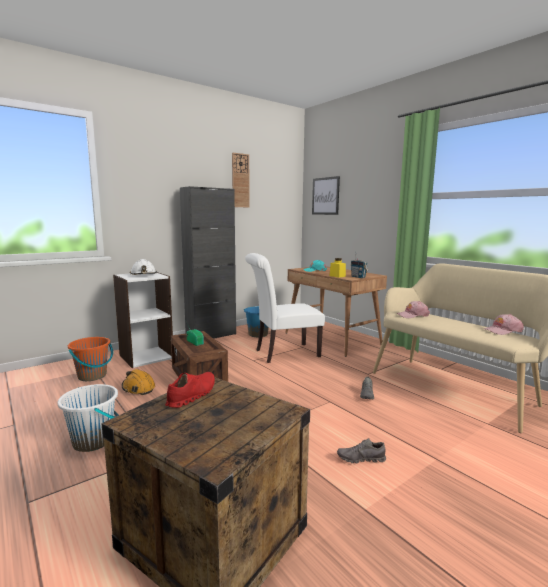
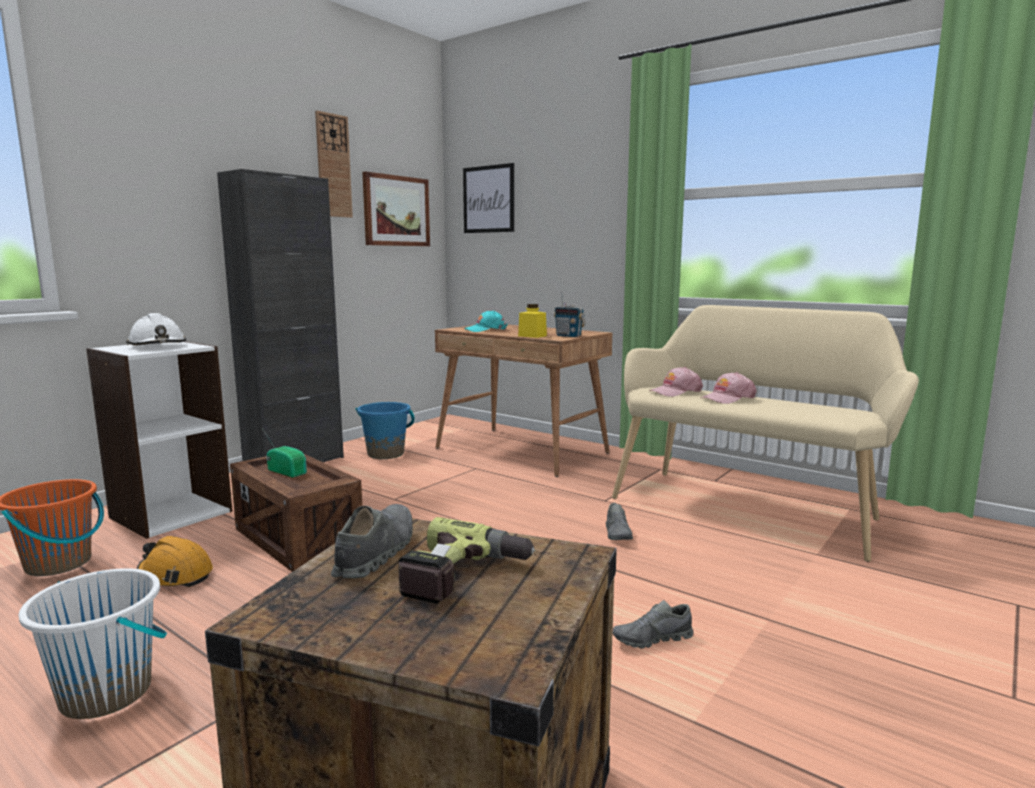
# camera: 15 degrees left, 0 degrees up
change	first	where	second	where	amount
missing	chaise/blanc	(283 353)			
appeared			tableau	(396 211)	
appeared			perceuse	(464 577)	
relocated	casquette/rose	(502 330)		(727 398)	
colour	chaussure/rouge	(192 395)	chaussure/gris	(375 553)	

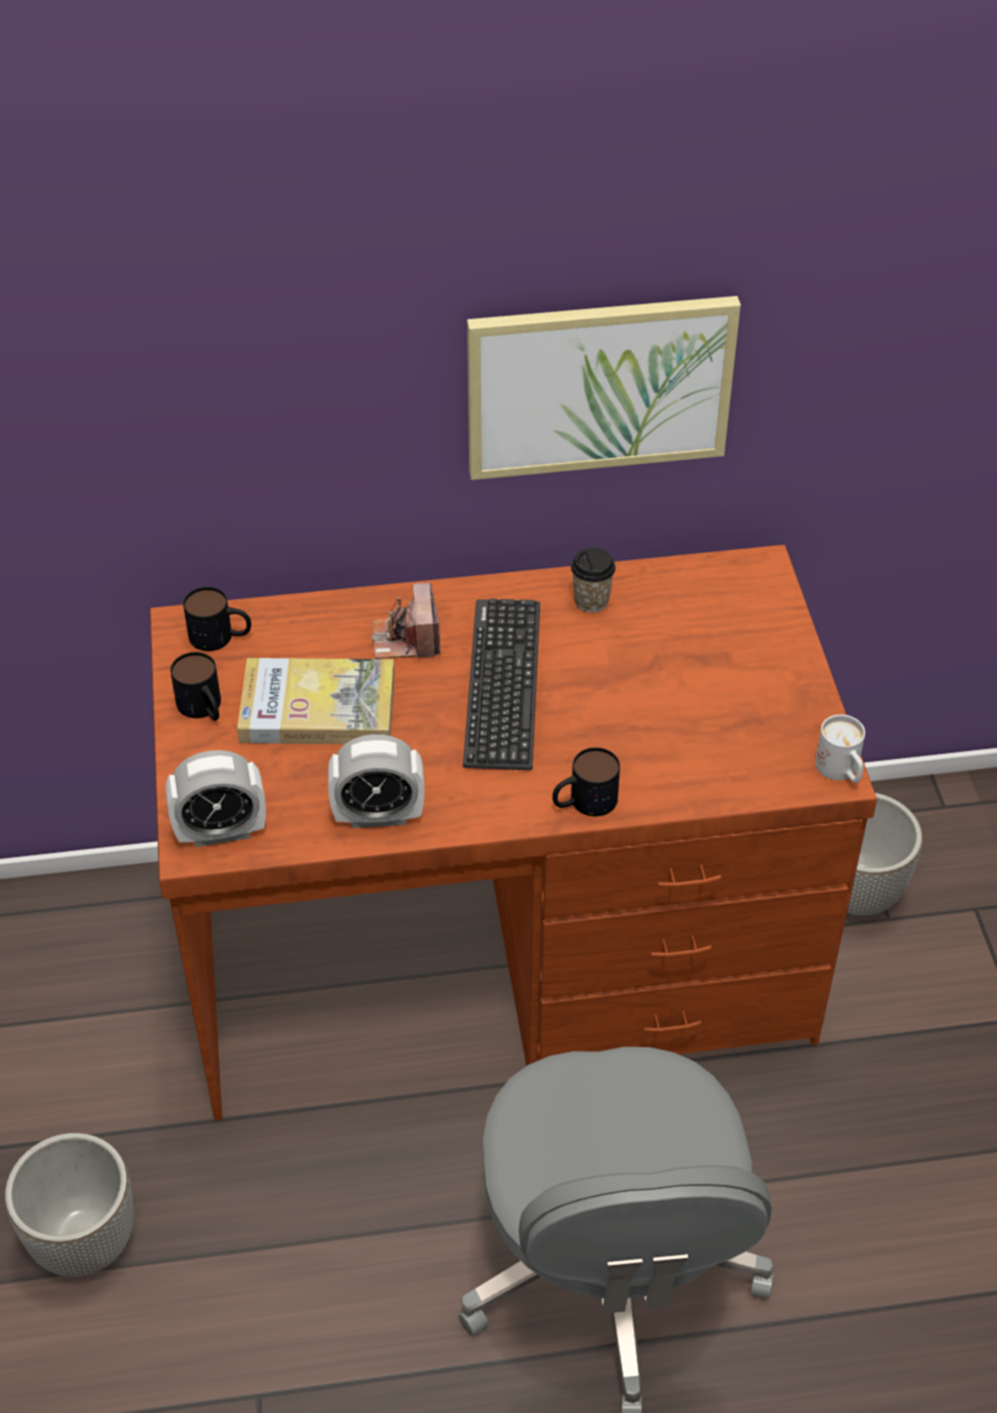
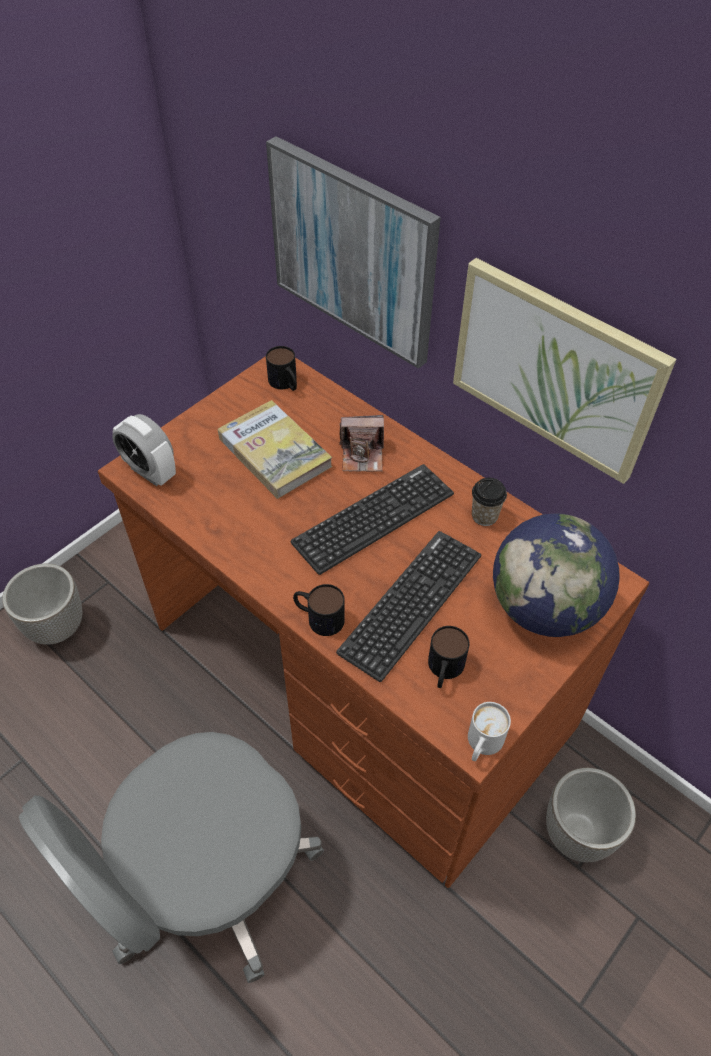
# camera: 50 degrees right, 5 degrees up
change	first	where	second	where	amount
missing	réveil	(378 815)			
appeared			tableau	(353 252)	
appeared			clavier	(411 603)	
appeared			globe	(544 608)	
relocated	mug	(204 709)		(444 670)	
spun	appareil photo	(406 639)		(362 455)	135 degrees counterclockwise

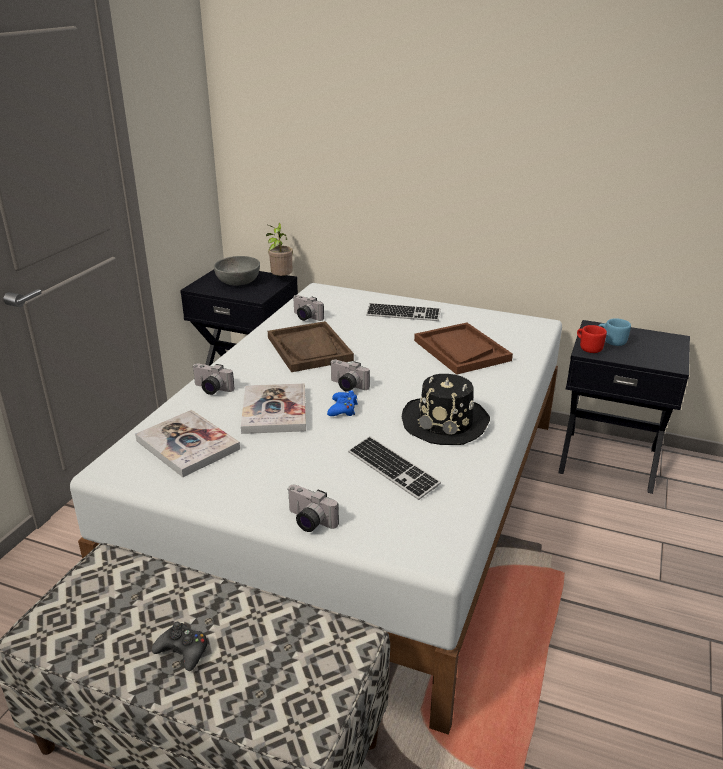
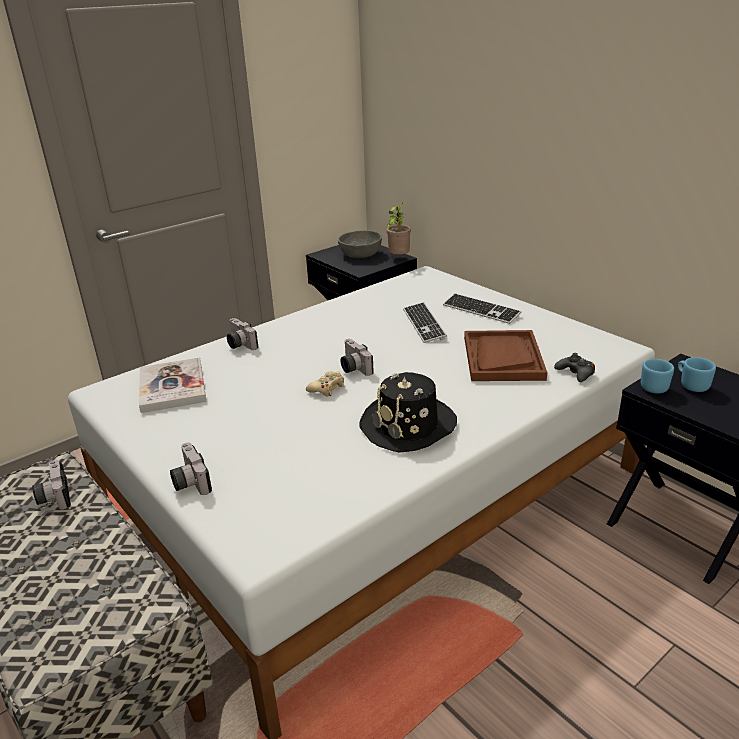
# camera: 30 degrees right, 0 degrees up
change	first	where	second	where	amount
missing	livre	(274 411)			
missing	plateau/marron	(309 349)			
relocated	manette/noir	(183 651)		(575 373)	
relocated	appareil photo	(305 317)		(53 496)	
relocated	clavier	(392 469)		(424 324)	
colour	manette/bleu	(343 409)	manette/beige	(327 388)	
colour	mug/rouge	(588 348)	mug/bleu	(652 386)	

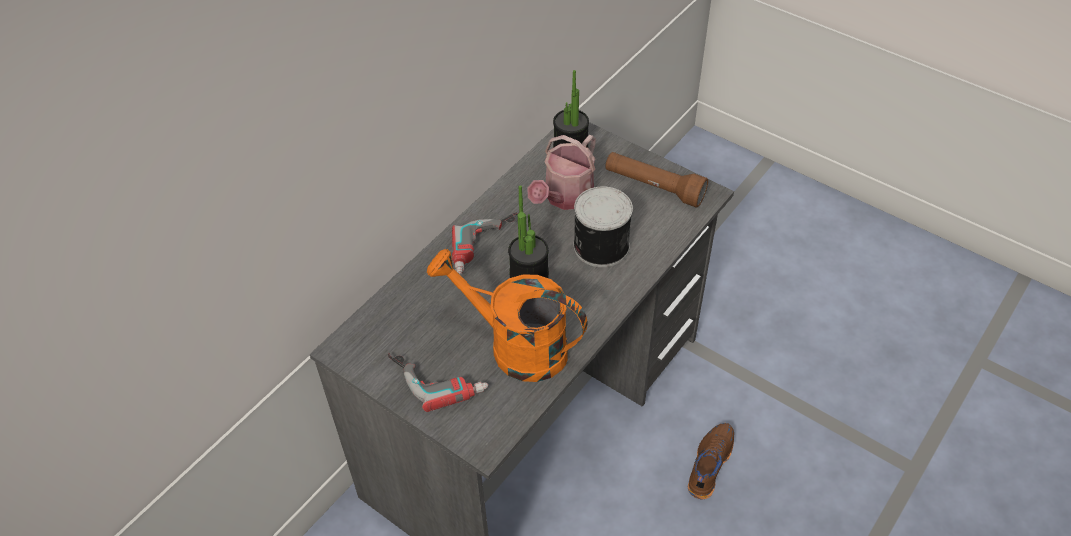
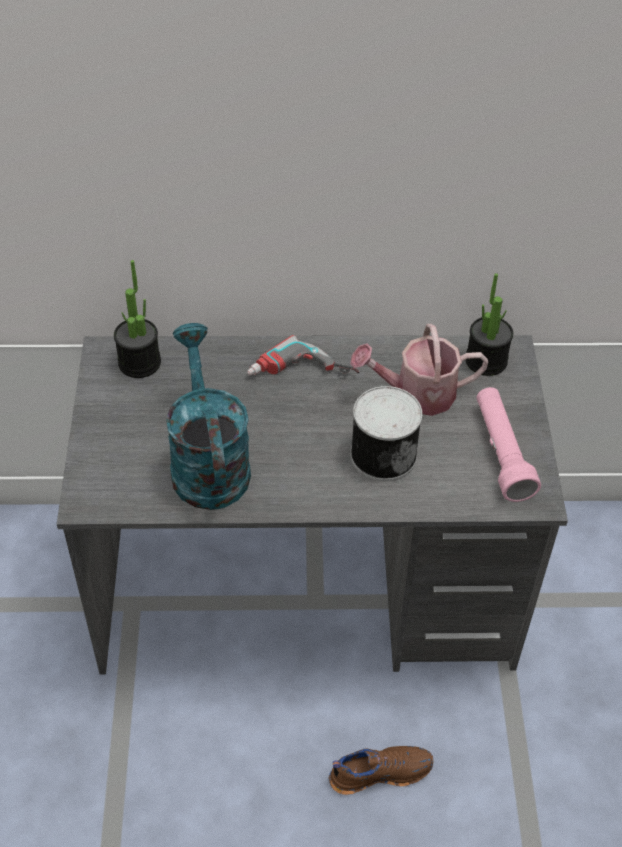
# camera: 50 degrees right, 0 degrees up
change	first	where	second	where	amount
missing	perceuse	(438 376)			
relocated	plante en pot	(529 275)		(139 363)	
colour	arrosoir/orange	(515 346)	arrosoir/turquoise	(207 461)	
colour	lampe de poche/marron	(653 187)	lampe de poche/rose	(501 452)	

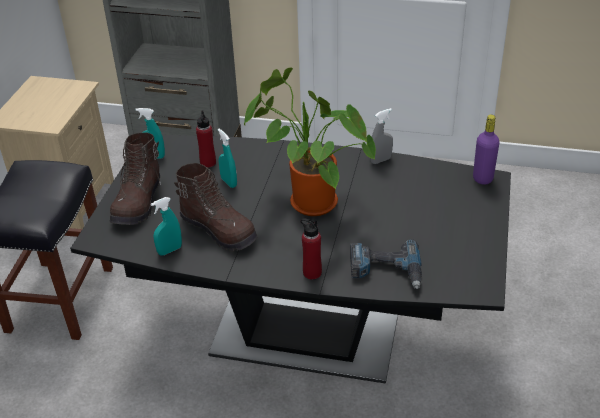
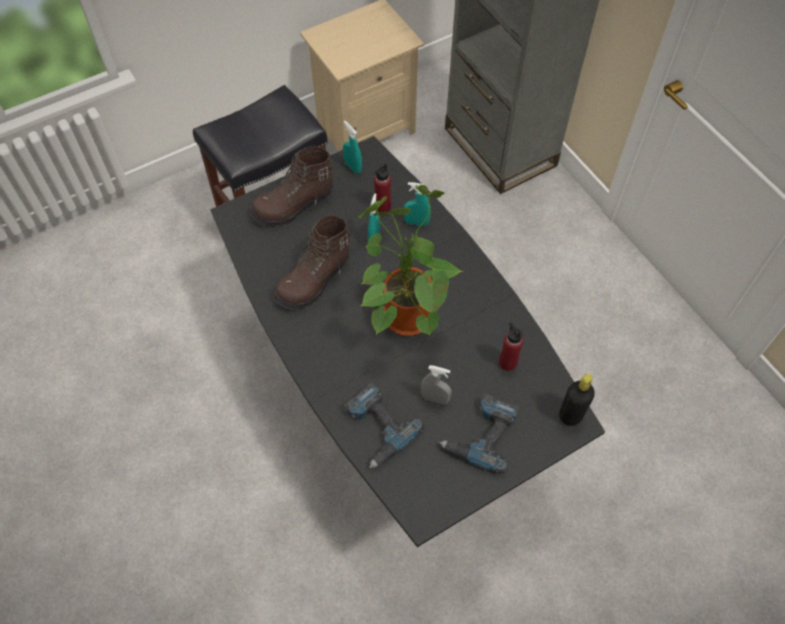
# camera: 45 degrees right, 20 degrees up
change	first	where	second	where	amount
appeared			perceuse	(482 434)	
relocated	vaporisateur/turquoise	(170 250)		(416 222)	
relocated	bouteille/rouge	(312 273)		(507 362)	
relocated	vaporisateur/gris	(380 160)		(435 399)	
colour	bouteille/violet	(482 178)	bouteille/noir	(570 415)	
spun	botte/marron	(219 230)		(315 280)	45 degrees clockwise

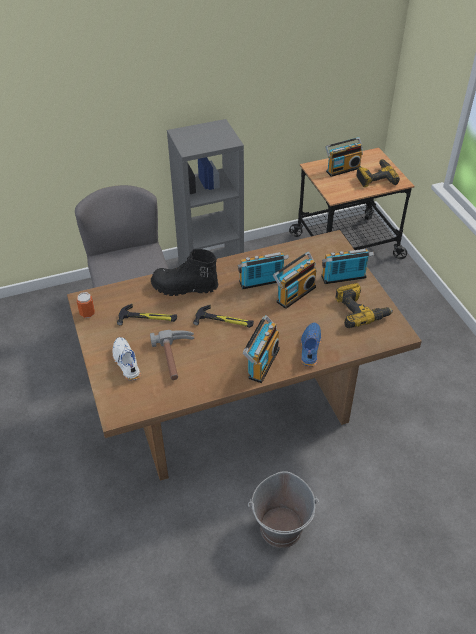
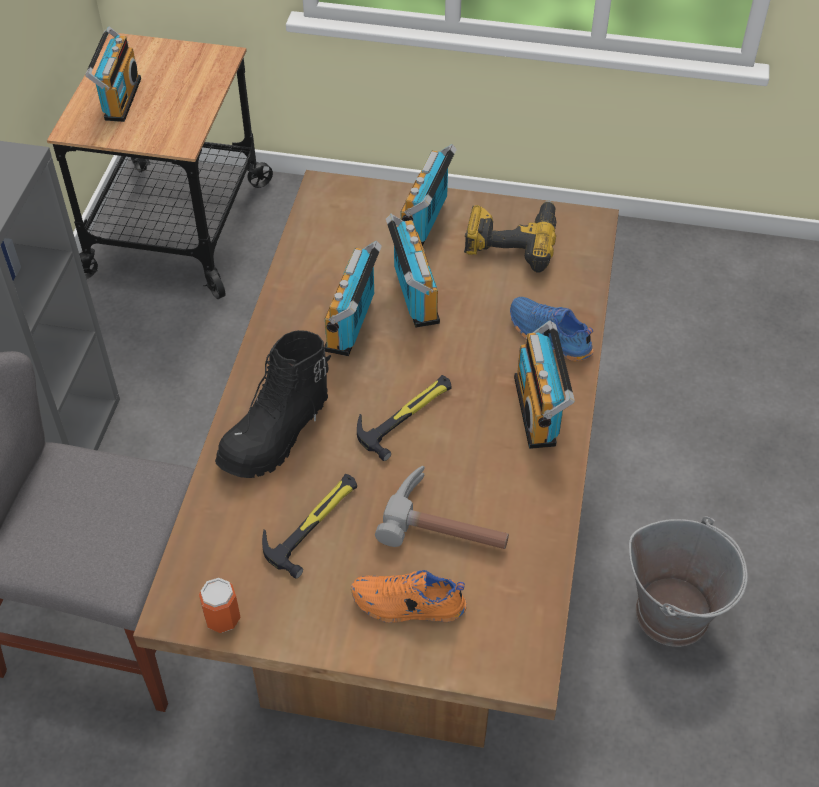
# camera: 60 degrees left, 5 degrees up
change	first	where	second	where	amount
missing	perceuse	(375 178)			
colour	chaussure/blanc	(125 363)	chaussure/orange	(408 606)	
spun	radio	(261 363)		(539 410)	150 degrees counterclockwise

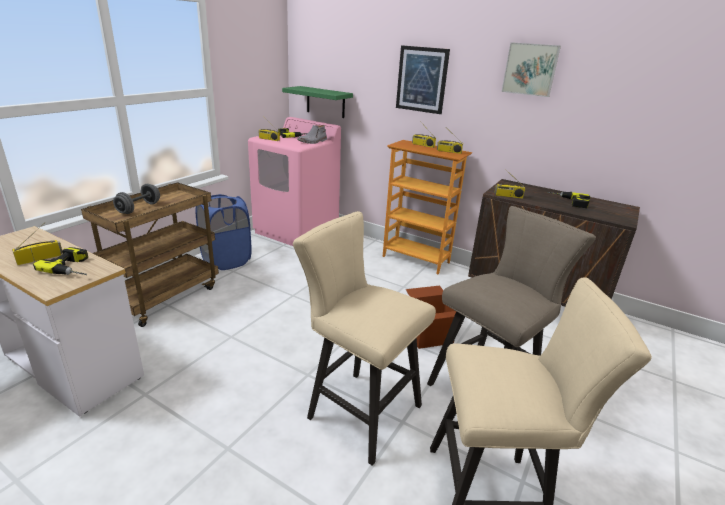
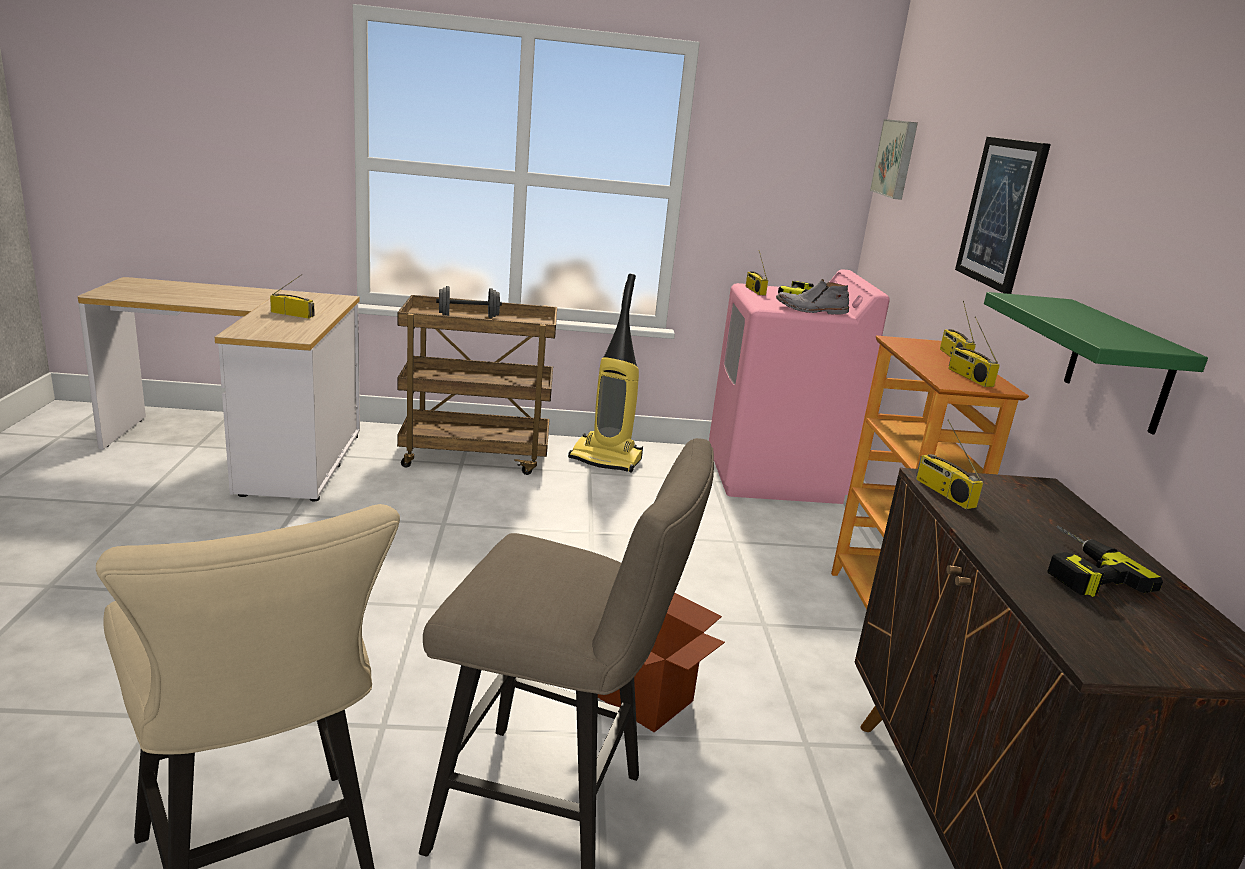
# camera: 55 degrees right, 5 degrees down
change	first	where	second	where	amount
missing	perceuse	(74 267)			
missing	tabouret/beige	(357 409)			
relocated	étagère/vert	(325 102)		(1119 366)	
relocated	tableau	(530 69)		(896 158)	
exchanged	panier à linge/bleu	(226 260)	aspirateur	(606 459)	

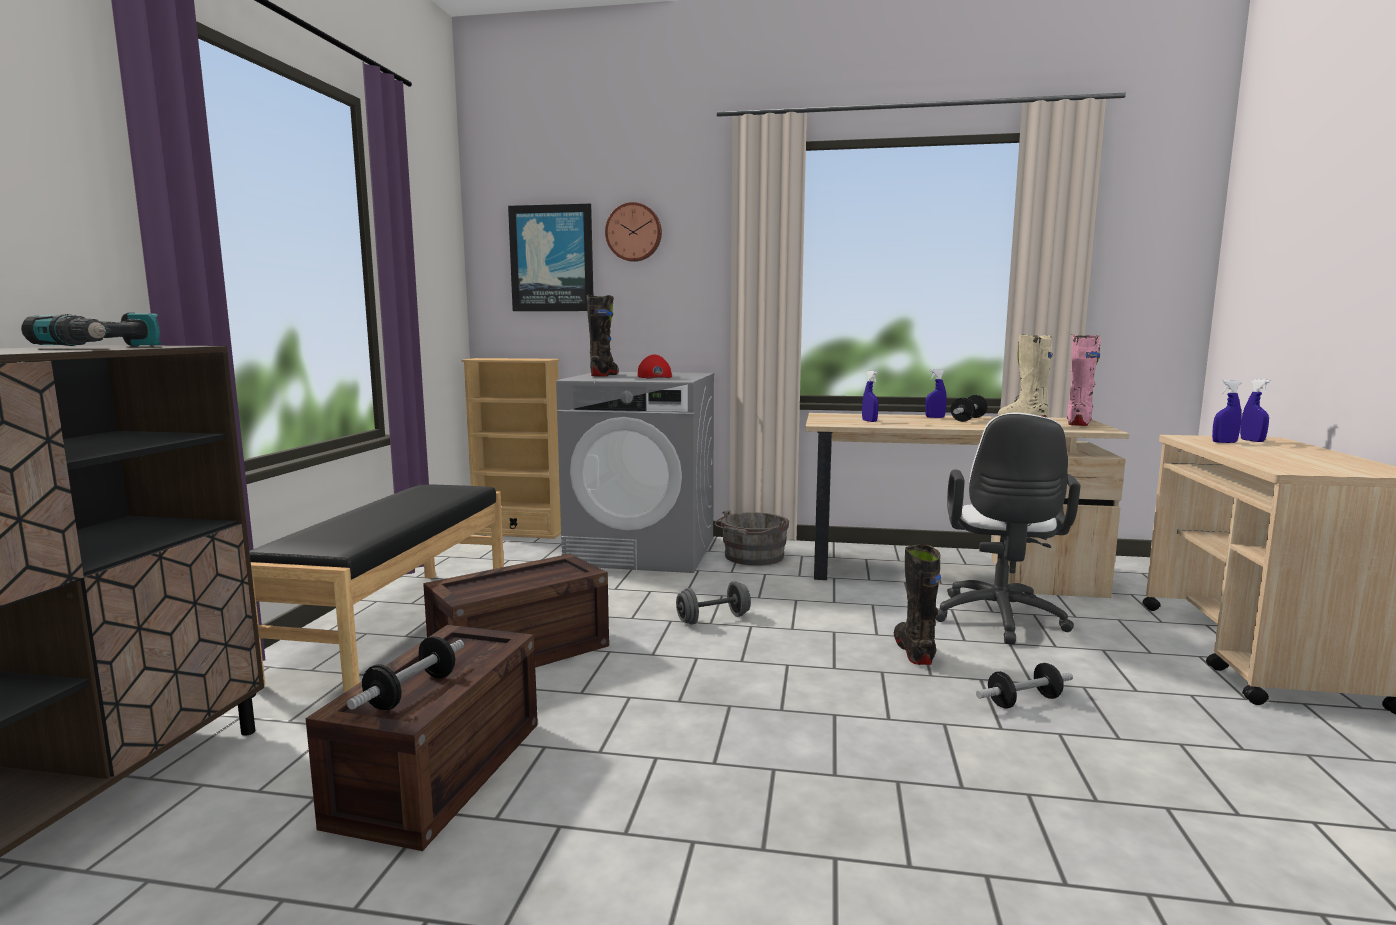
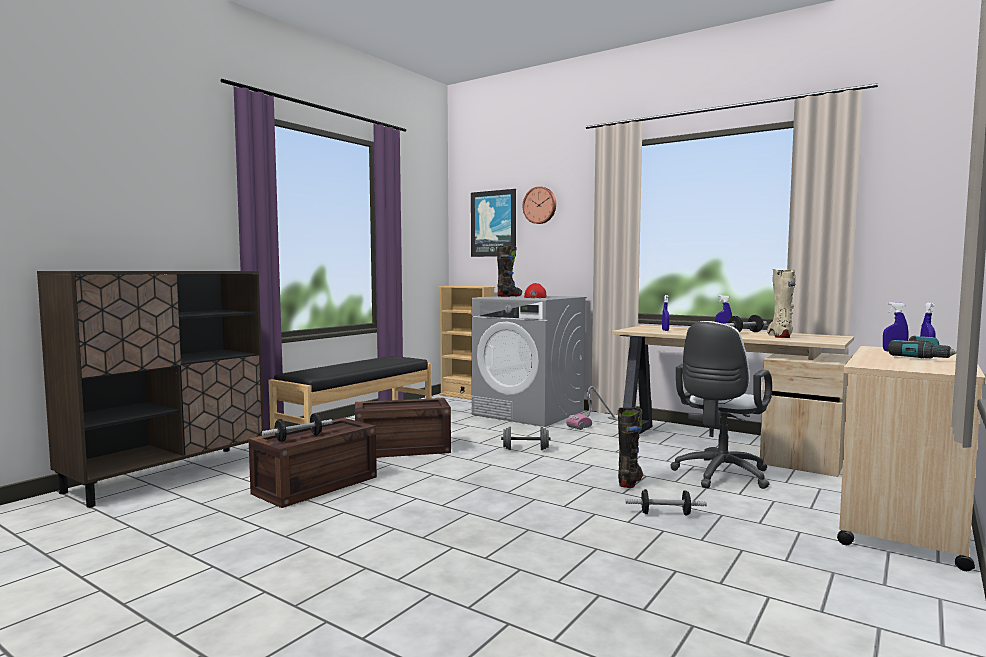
# camera: 25 degrees right, 5 degrees down
change	first	where	second	where	amount
missing	botte/rose	(1078 423)			
relocated	perceuse	(107 347)		(924 357)	
exchanged	seau/gris	(752 557)	aspirateur	(595 423)	

